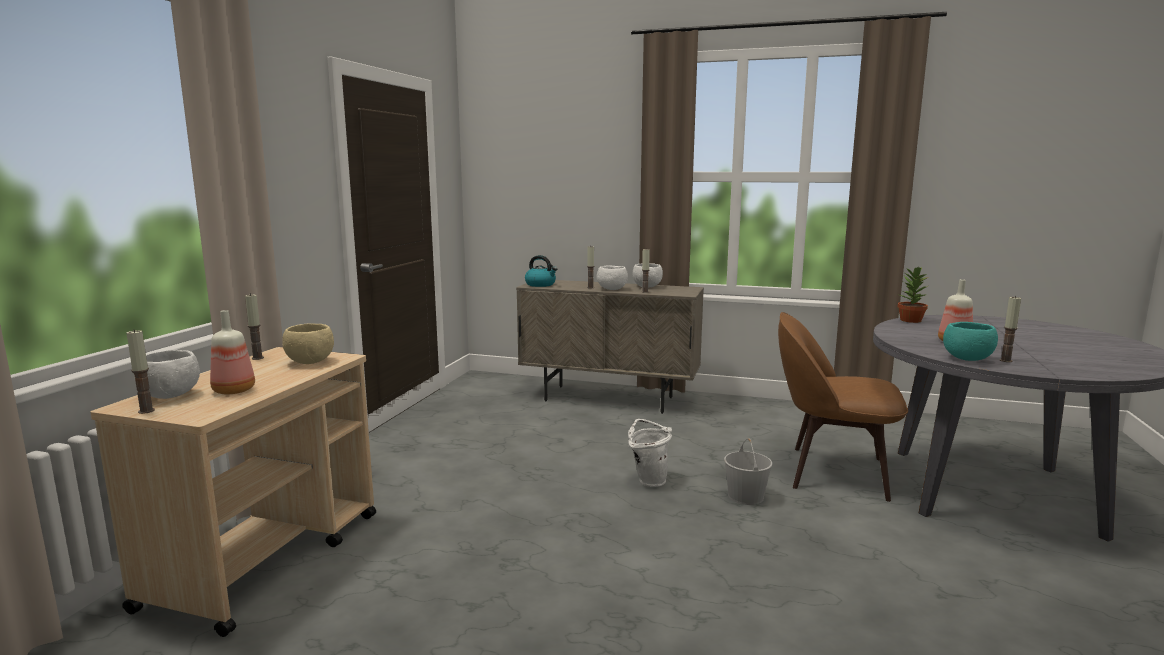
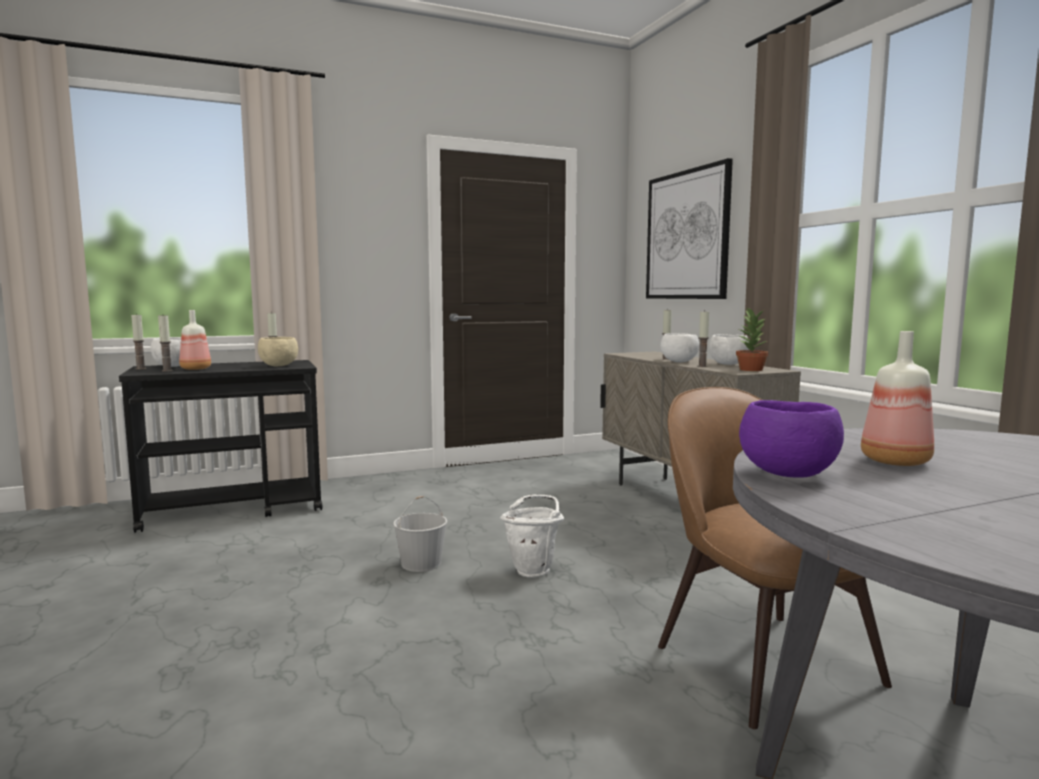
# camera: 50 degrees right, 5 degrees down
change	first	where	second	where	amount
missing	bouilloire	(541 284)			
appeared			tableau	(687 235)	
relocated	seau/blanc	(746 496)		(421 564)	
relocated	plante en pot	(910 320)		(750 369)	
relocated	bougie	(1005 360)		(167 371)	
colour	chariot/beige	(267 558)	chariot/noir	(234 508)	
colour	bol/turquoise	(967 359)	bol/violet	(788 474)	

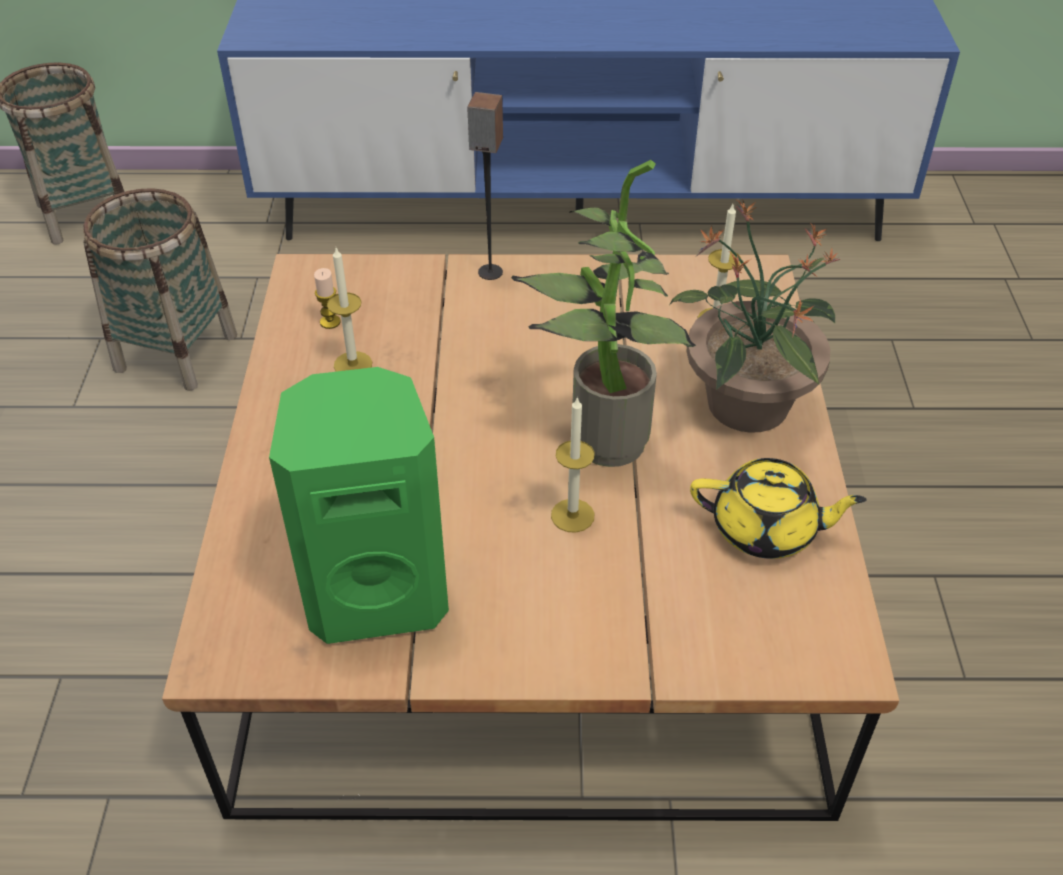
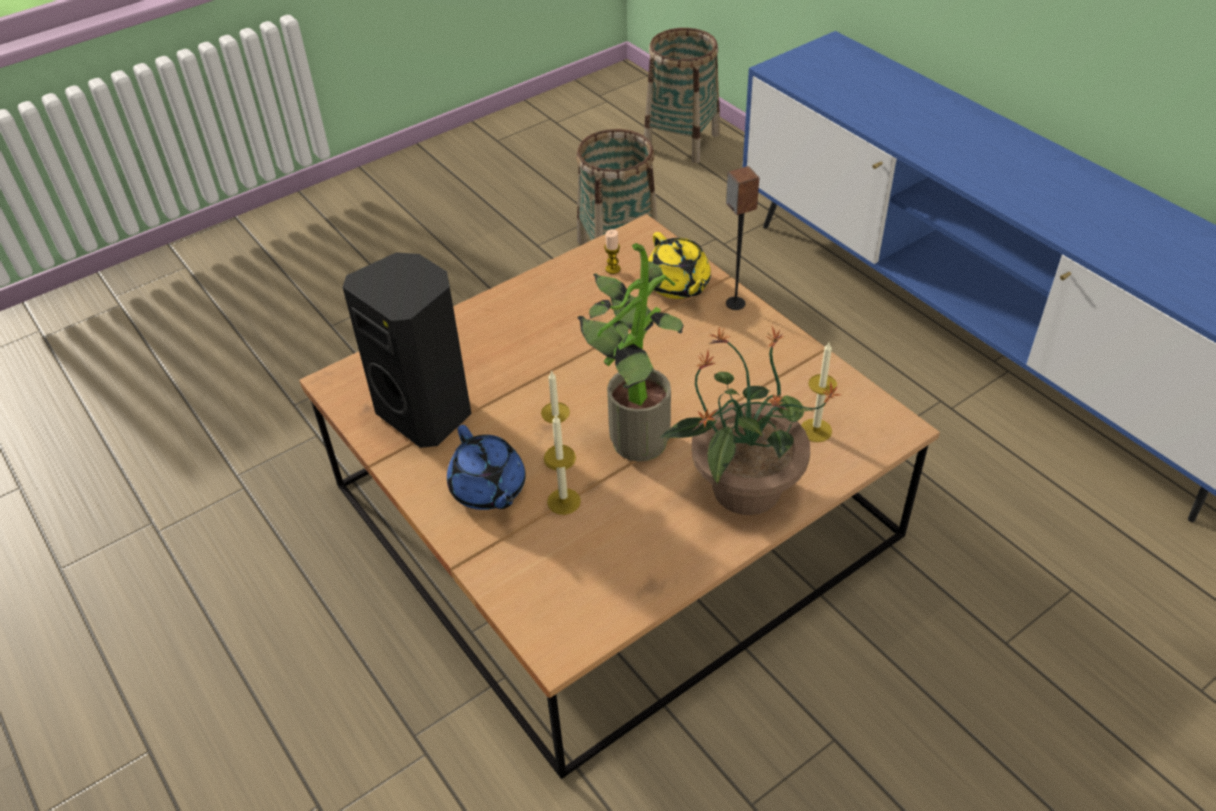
# camera: 55 degrees right, 0 degrees up
change	first	where	second	where	amount
appeared			théière/bleu	(488 489)	
relocated	bougie	(353 364)		(563 501)	
relocated	théière/jaune	(766 530)		(678 285)	
colour	enceinte/vert	(377 593)	enceinte/noir	(428 412)	

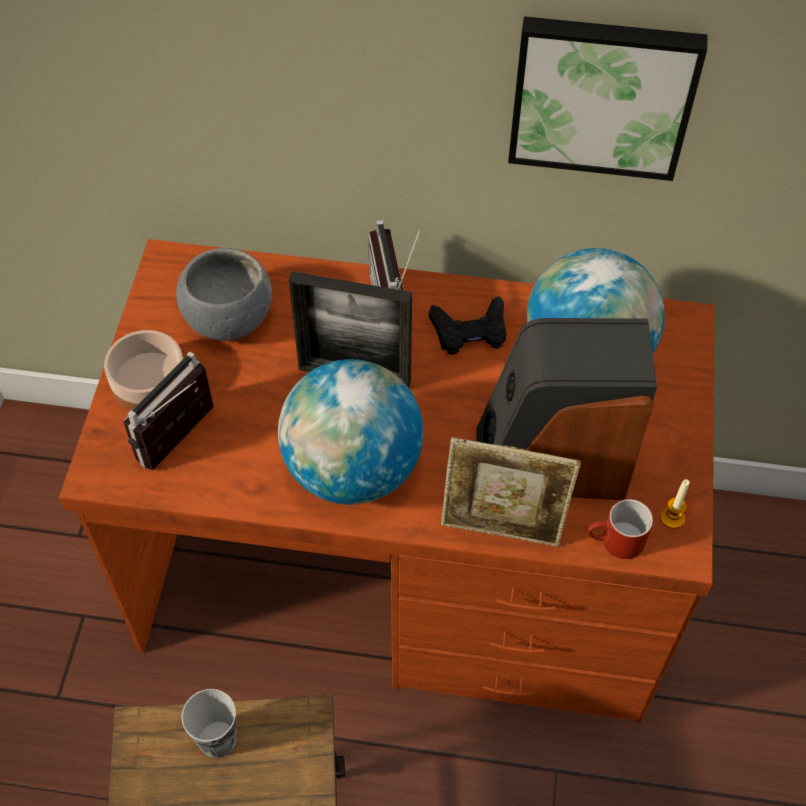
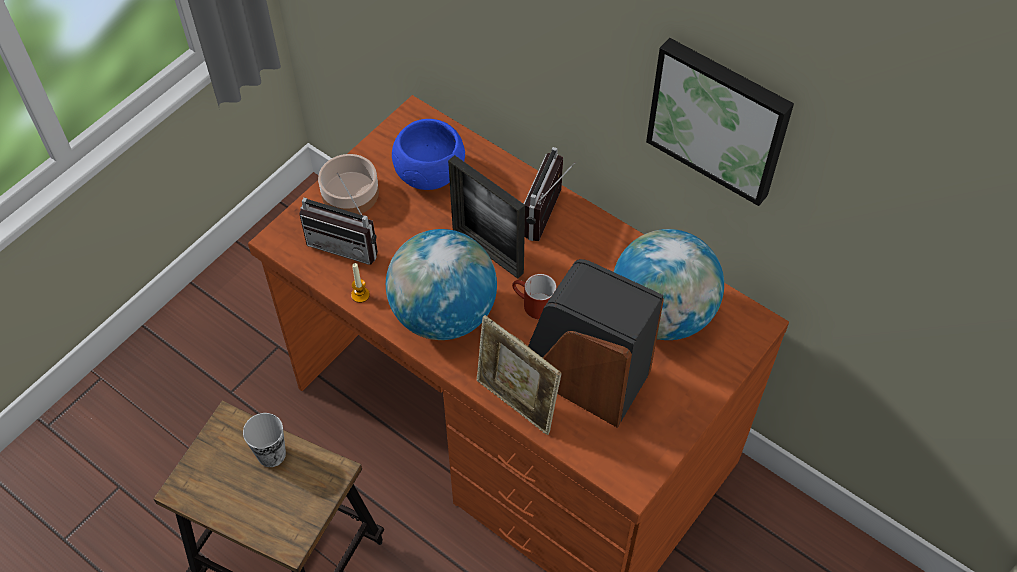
# camera: 30 degrees right, 0 degrees up
change	first	where	second	where	amount
missing	manette/noir	(470 331)			
relocated	mug/rouge	(615 542)		(533 305)	
relocated	bougie	(672 517)		(360 295)	
colour	bol/gris	(228 317)	bol/bleu	(429 173)	
spun	radio	(184 441)		(347 243)	135 degrees counterclockwise

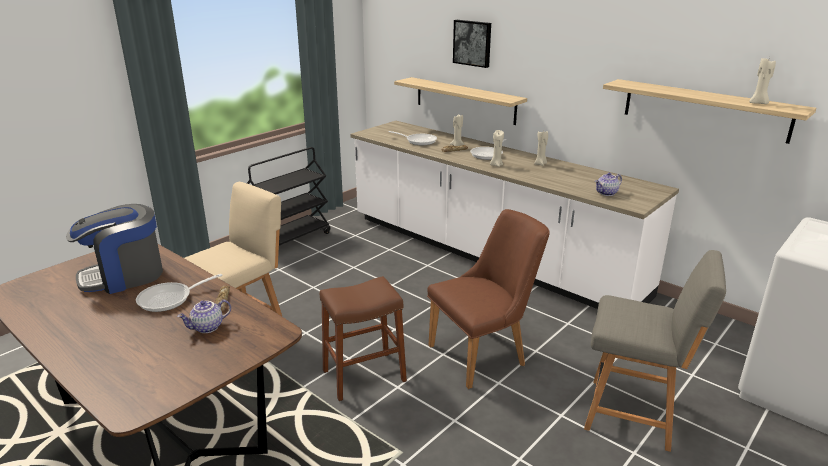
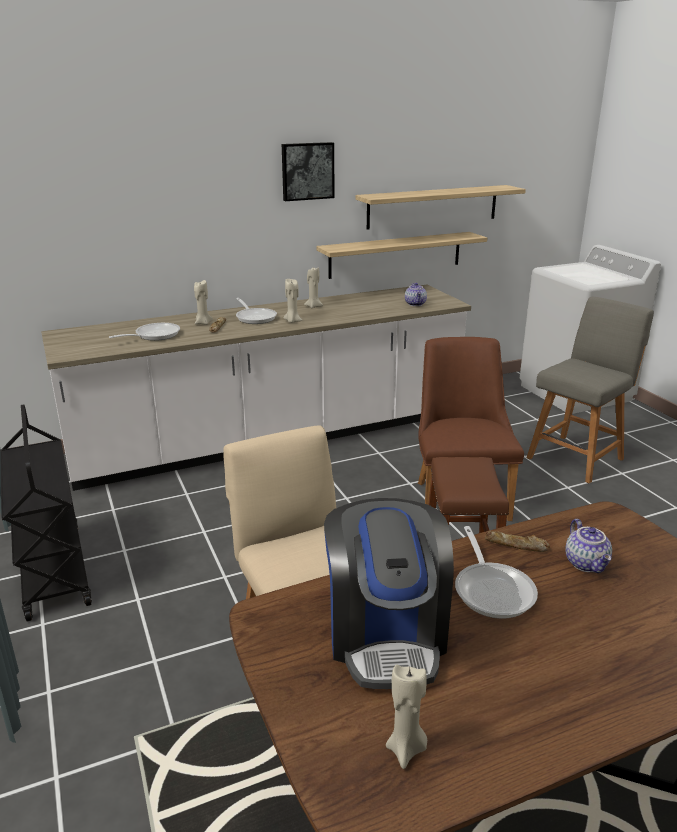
# camera: 65 degrees left, 0 degrees up
change	first	where	second	where	amount
relocated	étagère	(464 100)		(395 255)	
relocated	tableau	(473 43)		(307 171)	
relocated	bougie/beige	(758 103)		(406 749)	

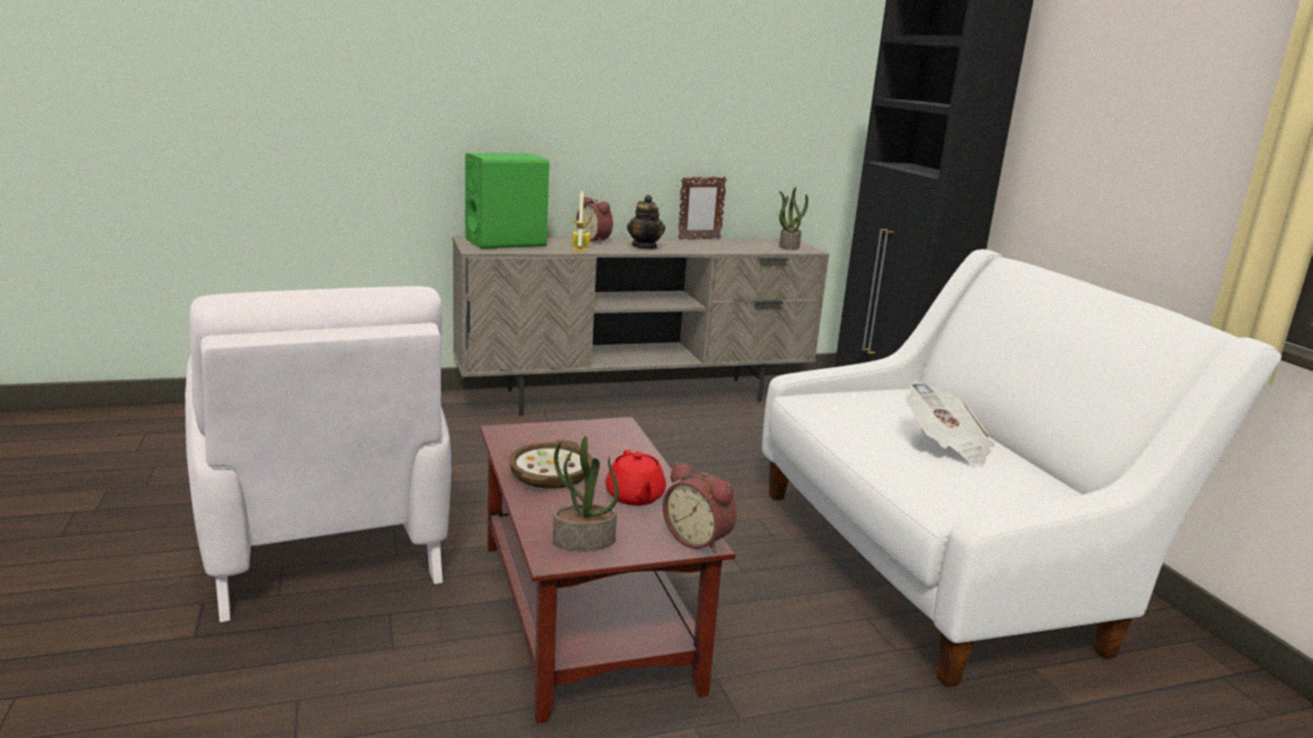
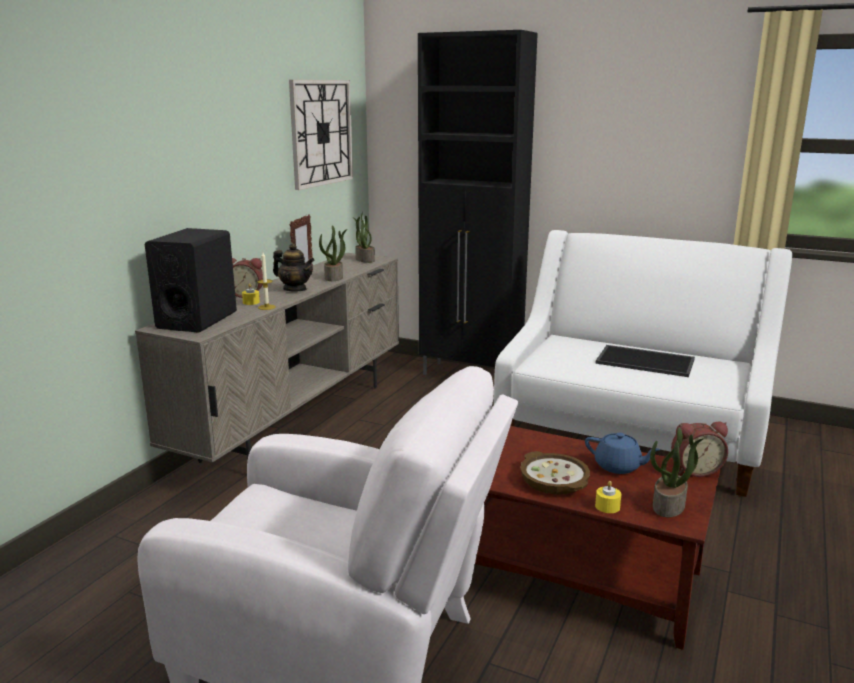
# camera: 45 degrees left, 0 degrees up
change	first	where	second	where	amount
appeared			horloge murale	(321 133)	
appeared			plante en pot	(334 278)	
appeared			bougie/jaune	(607 506)	
exchanged	journal	(946 447)	plateau	(646 361)	
colour	enceinte/vert	(506 242)	enceinte/noir	(197 320)	
colour	théière/rouge	(634 497)	théière/bleu	(618 467)	

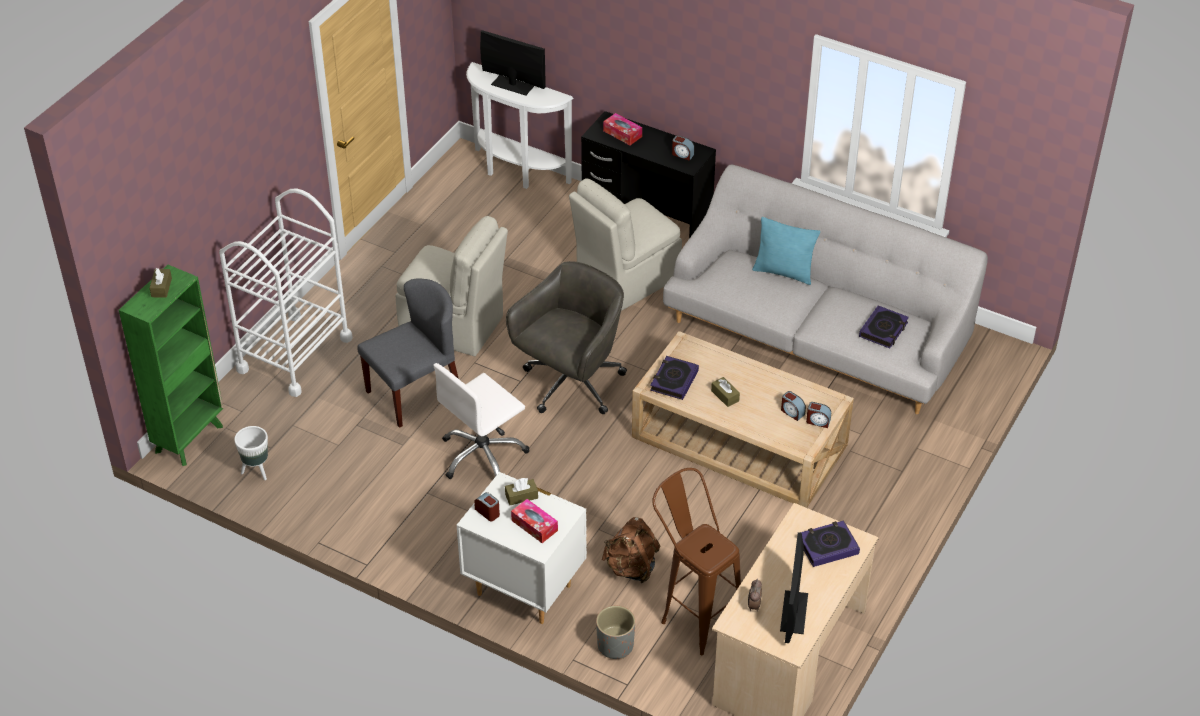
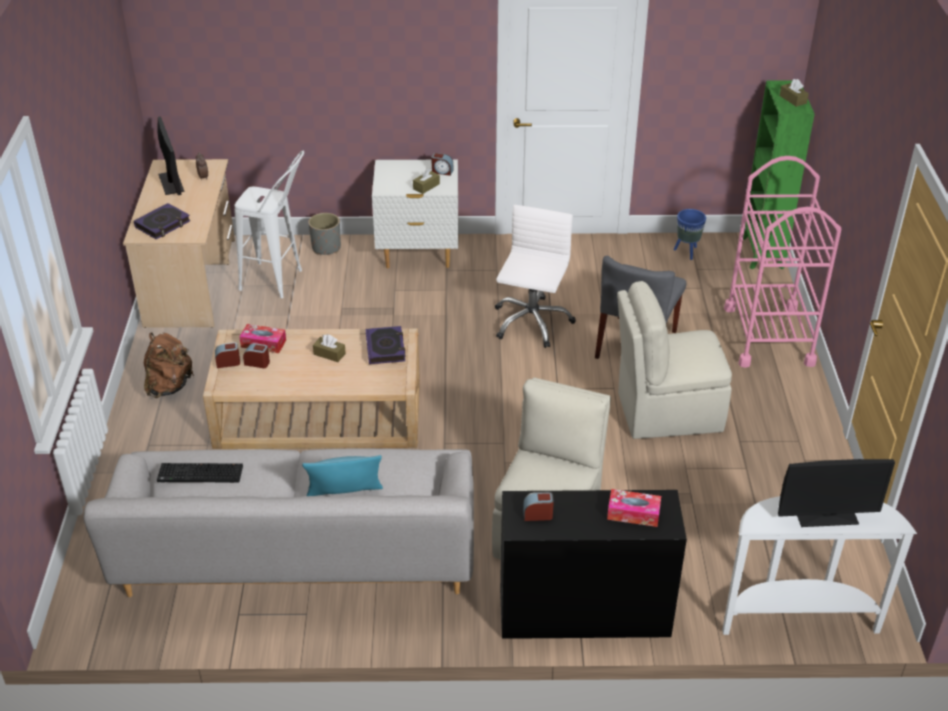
# camera: 150 degrees right, 5 degrees down
change	first	where	second	where	amount
missing	chaise de bureau/gris	(571 385)			
relocated	boîte à mouchoirs	(534 525)		(263 343)	
relocated	sac à dos/marron	(631 568)		(169 386)	
exchanged	livre	(883 330)	clavier	(199 475)	
colour	chariot/blanc	(294 354)	chariot/rose	(768 335)	
colour	cache-pot/blanc	(256 471)	cache-pot/bleu	(687 252)	
colour	tabouret/marron	(693 615)	tabouret/blanc	(280 282)	

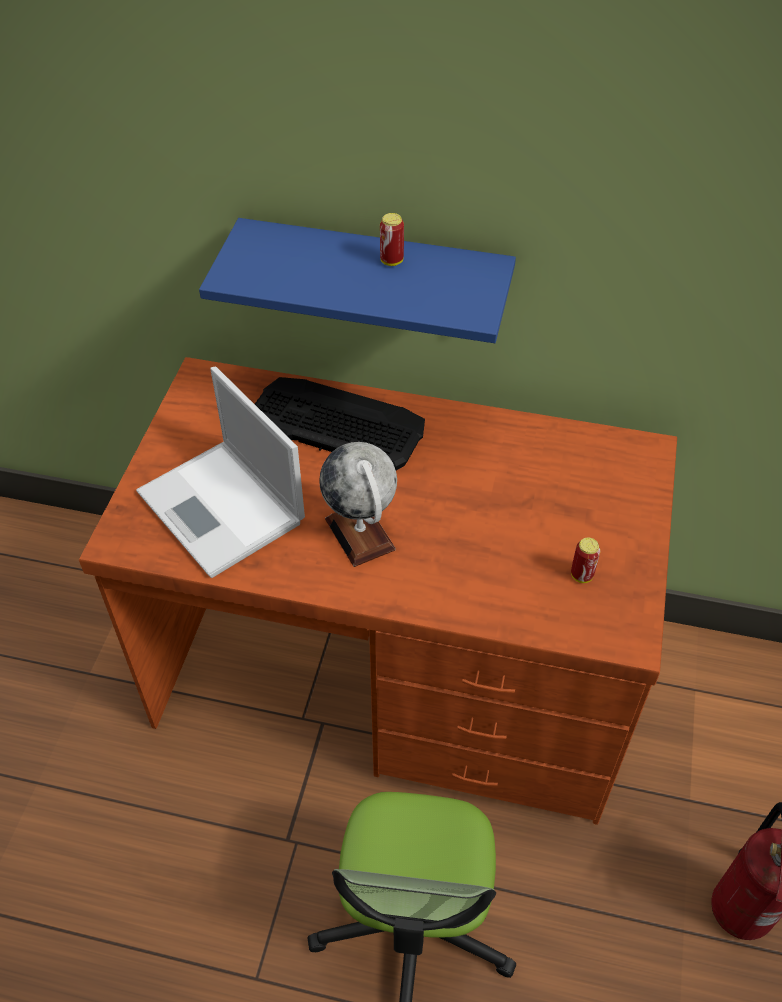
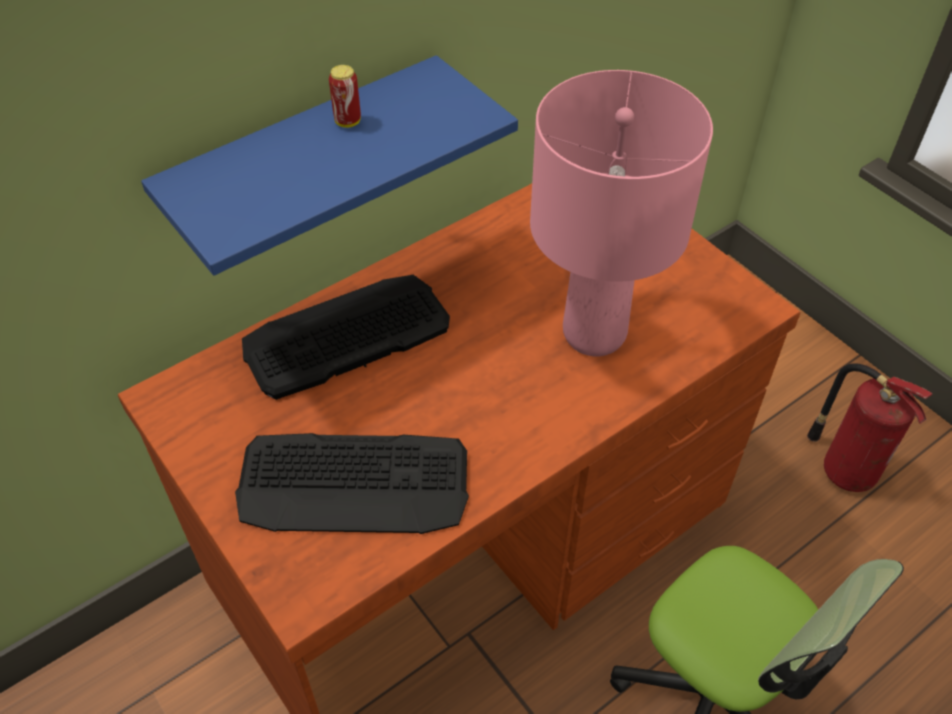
# camera: 50 degrees left, 0 degrees up
change	first	where	second	where	amount
missing	globe	(360 534)			
missing	boîte métallique	(581 575)			
appeared			lampe de table/rose	(594 335)	
exchanged	ordinateur portable	(223 509)	clavier	(354 484)	

